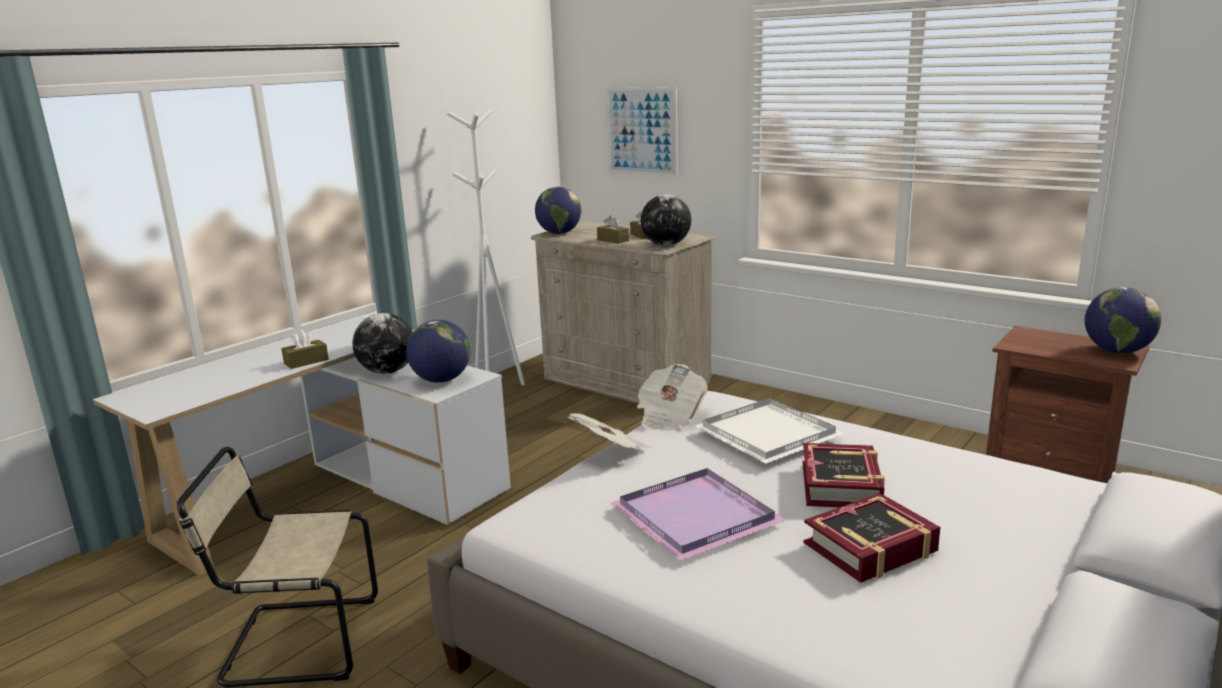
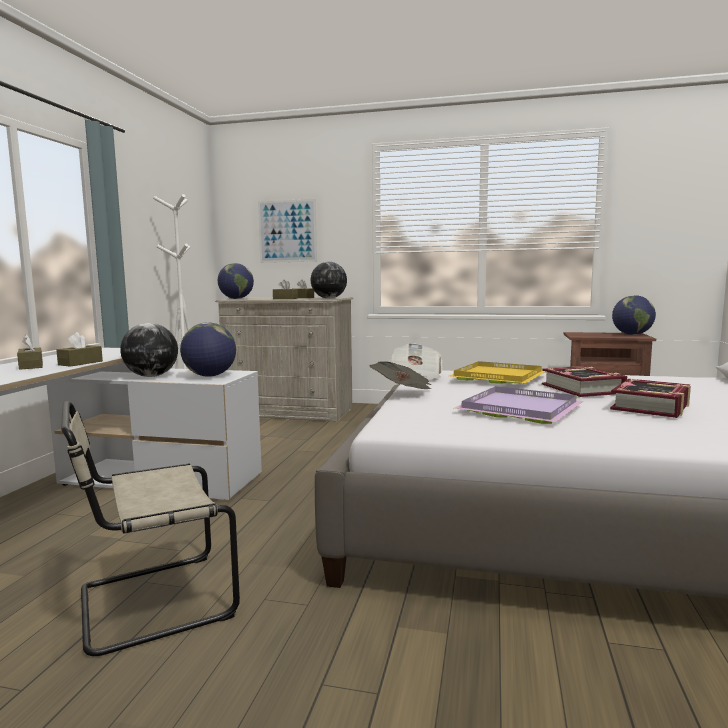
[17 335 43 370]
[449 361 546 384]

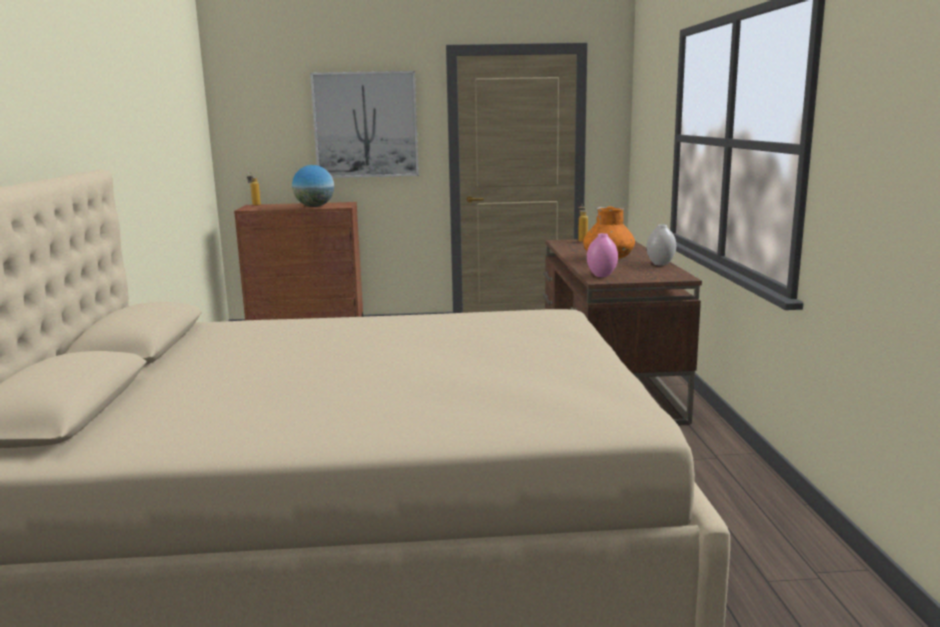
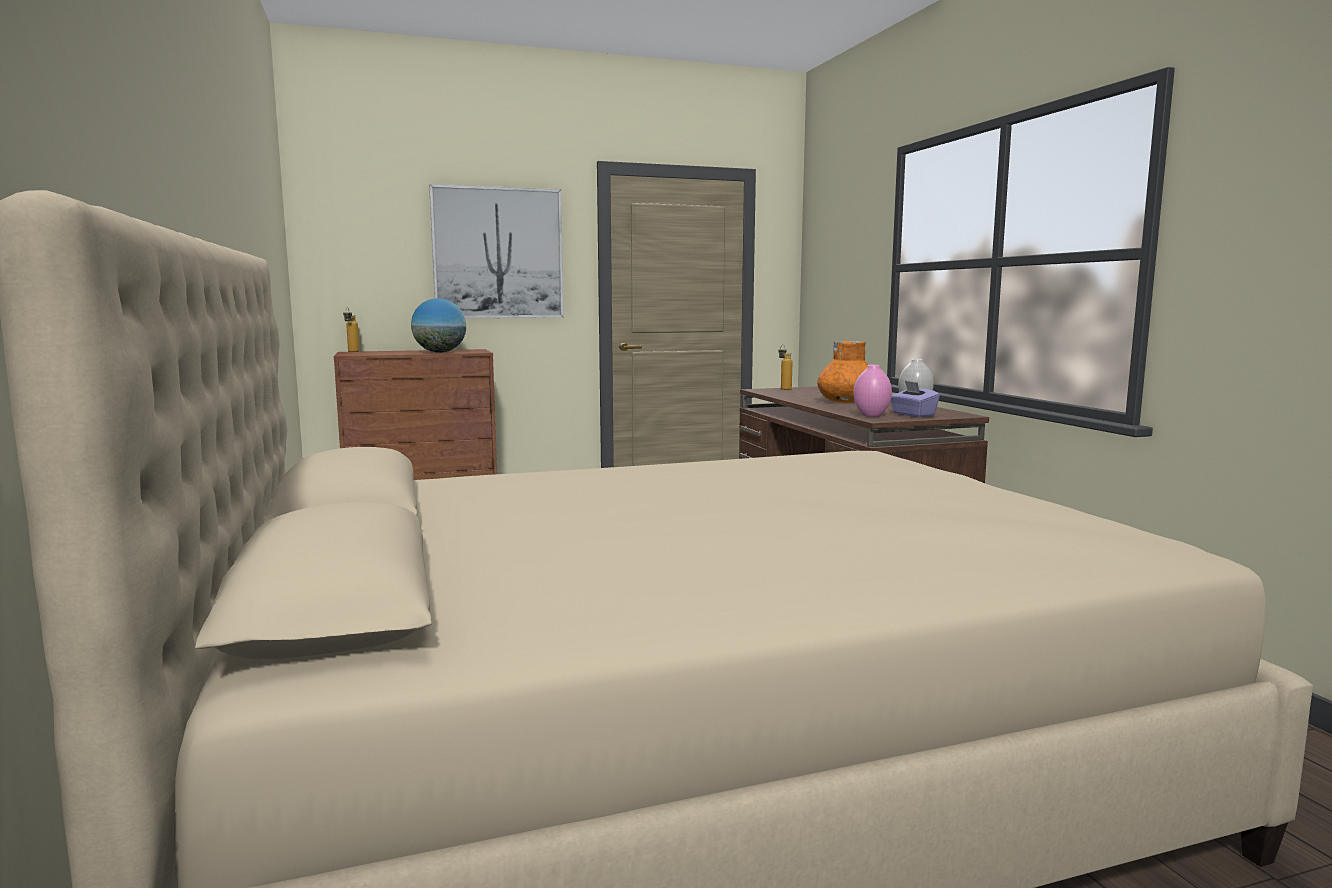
[891 381 940 417]

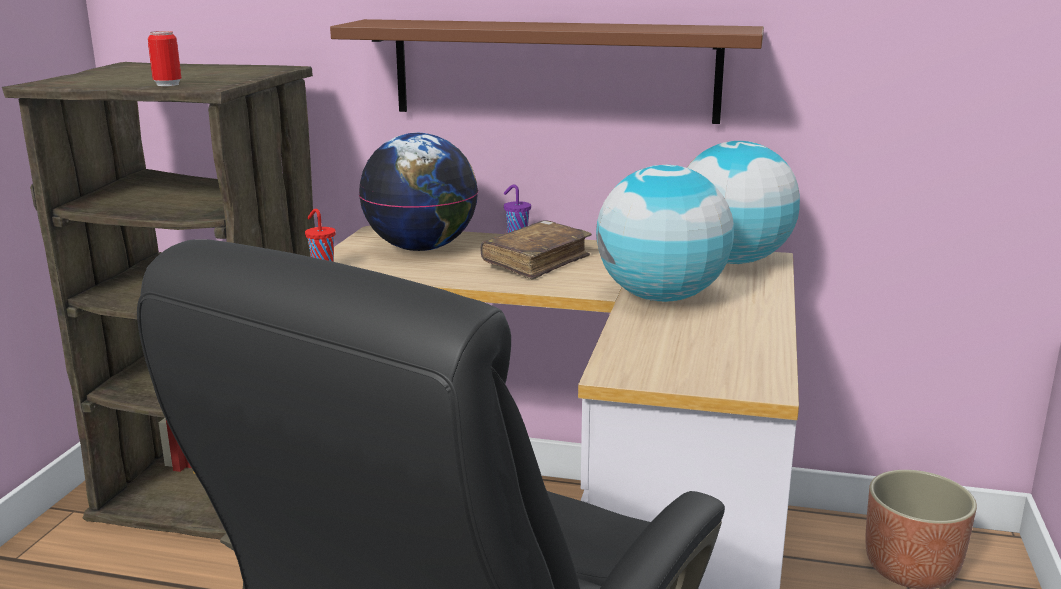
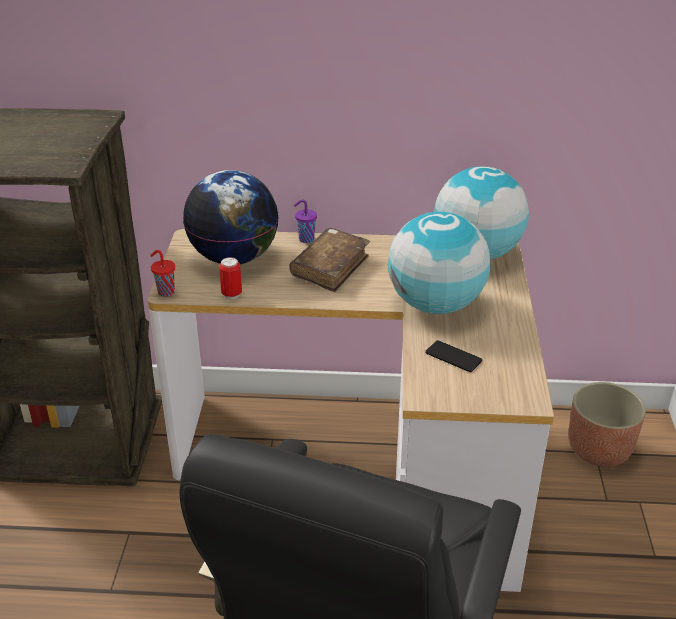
[330 19 764 124] (first image)
[425 340 482 372]
[219 257 242 299]

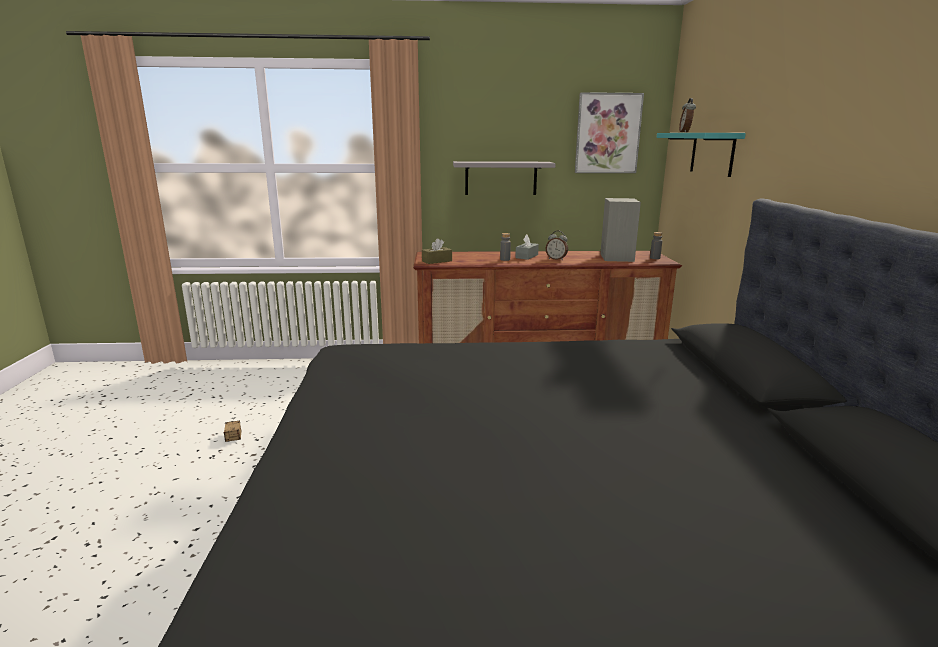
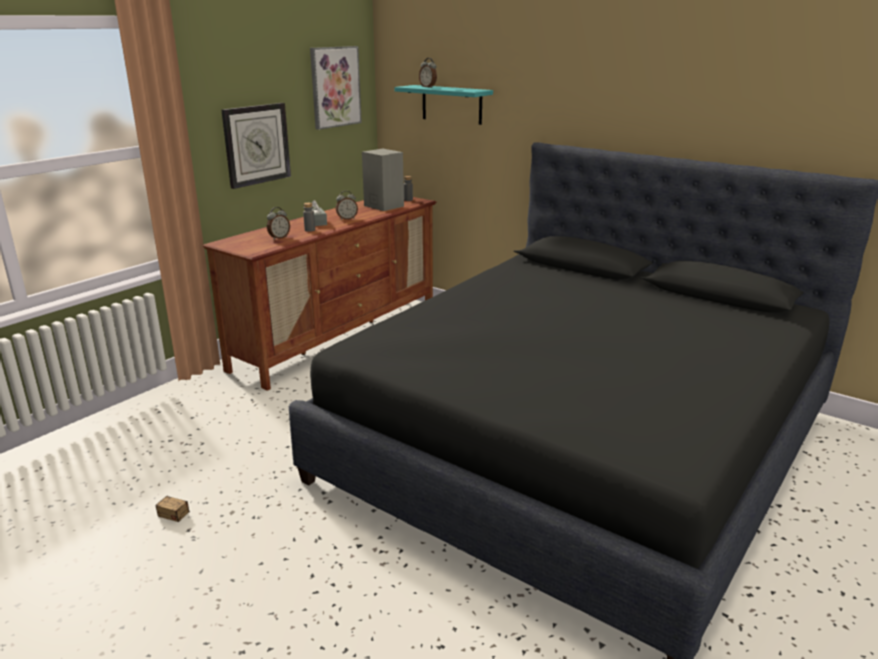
[422 238 452 264] (first image)
[267 207 290 240]
[221 103 291 189]

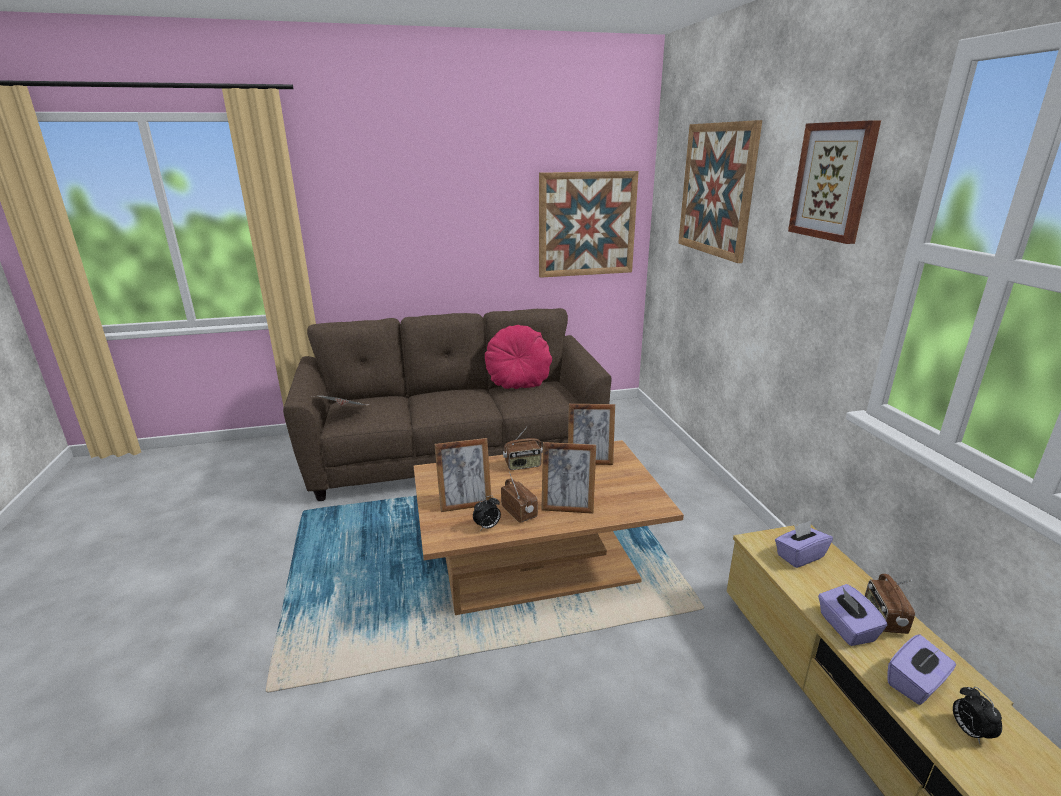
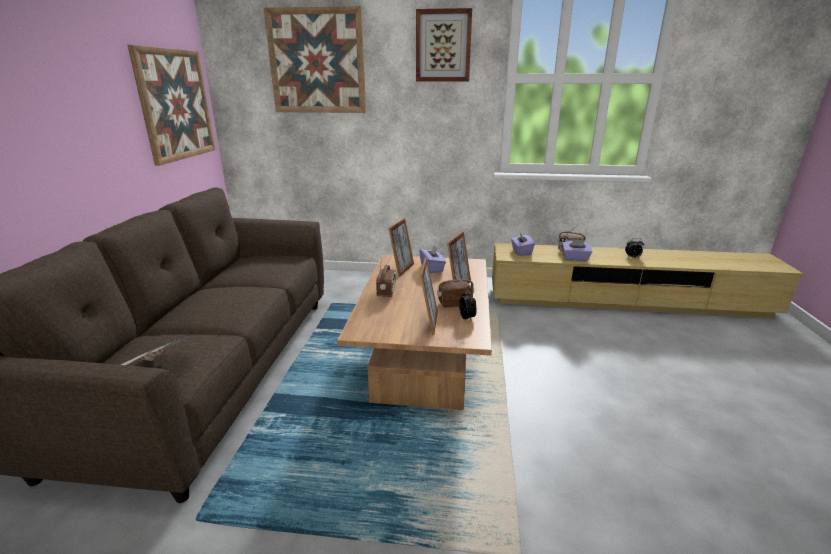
[485 325 552 389] (first image)
[419 245 446 274]

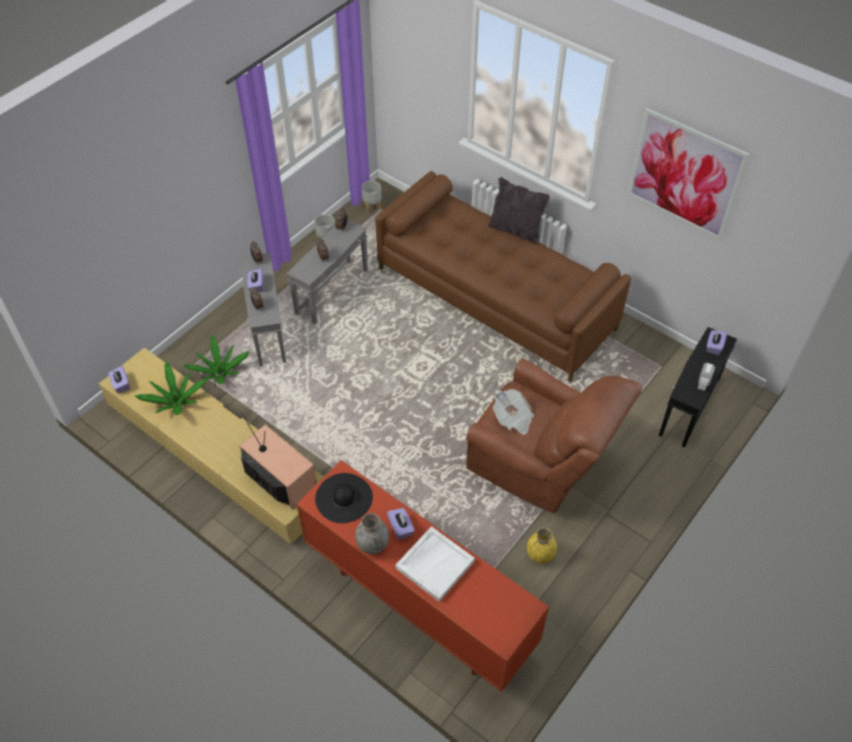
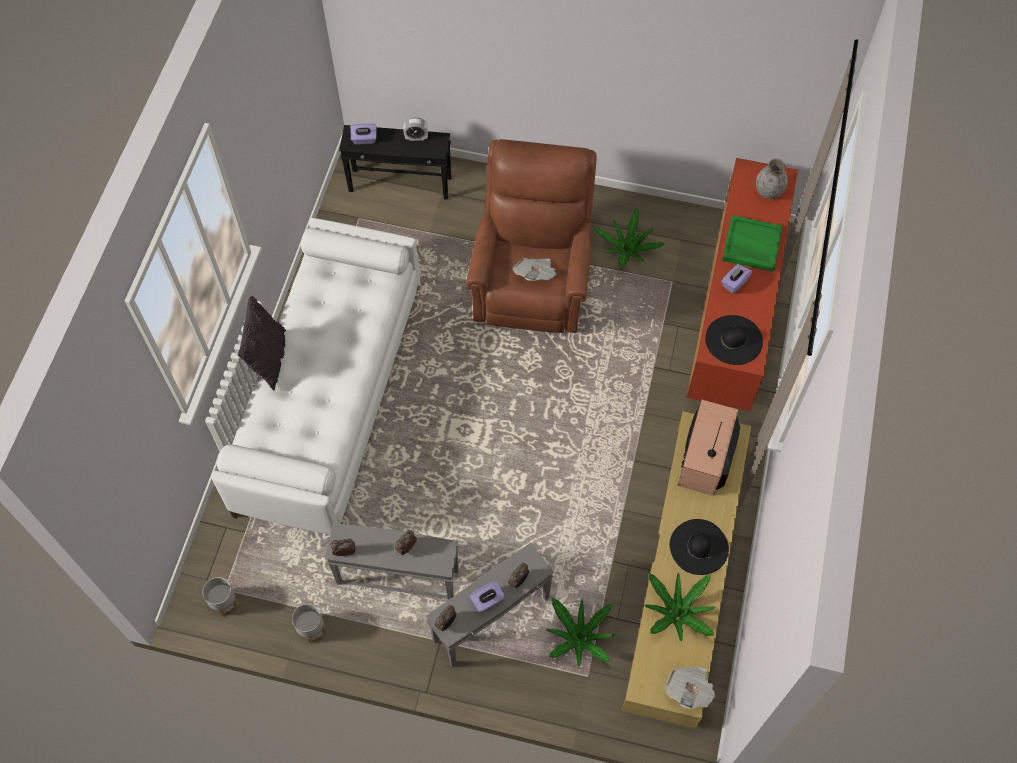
[627 108 750 240] (first image)
[670 519 729 575]
[756 159 788 199]
[665 666 716 709]
[595 207 664 265]
[212 218 420 535]
[722 215 783 272]

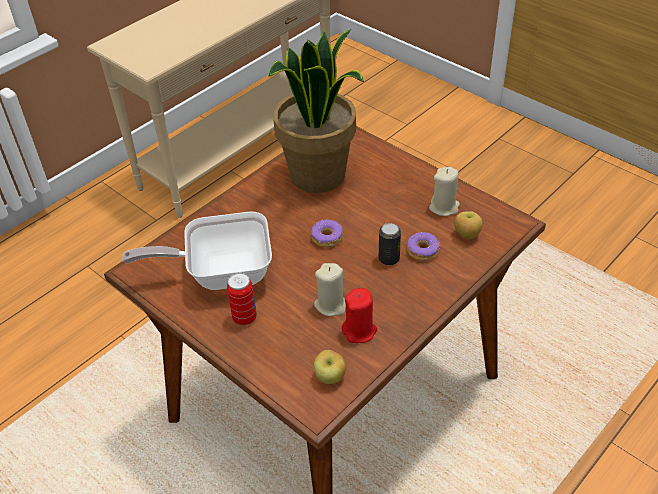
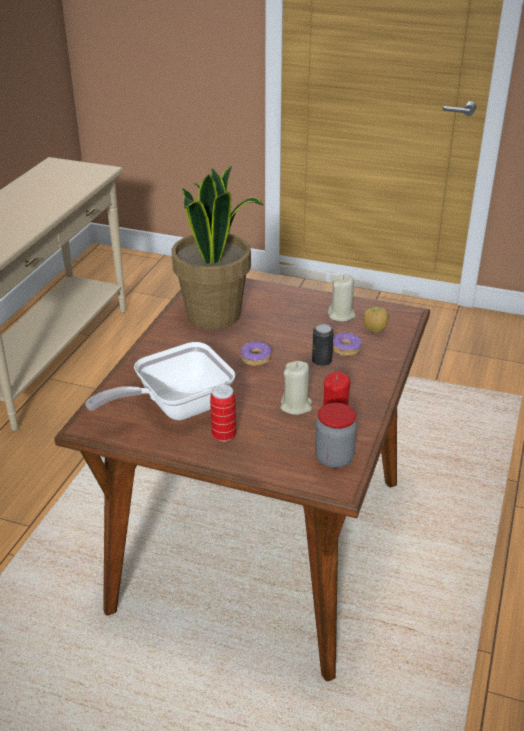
[315 403 357 468]

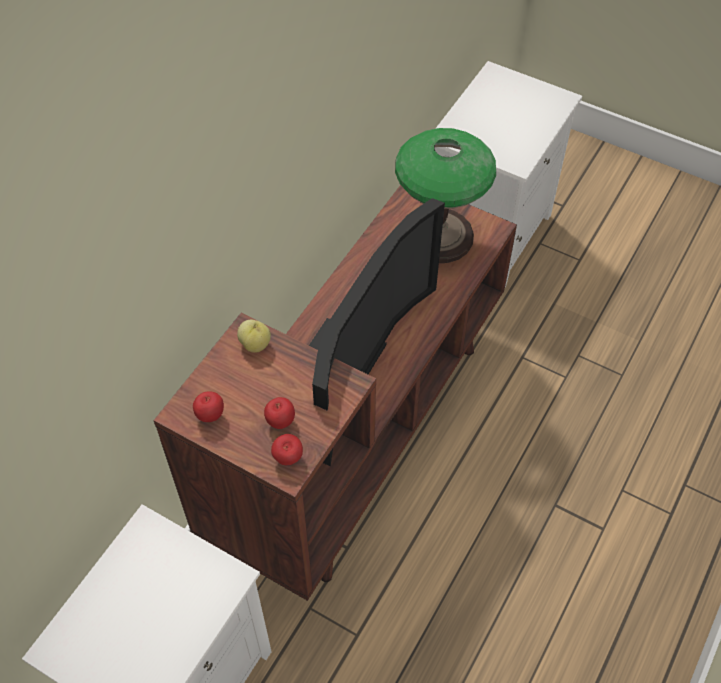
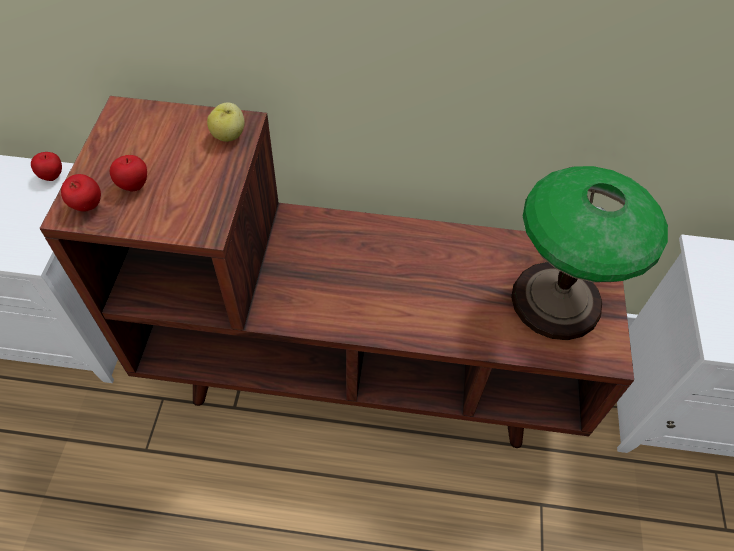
[309 198 445 467] (first image)
[31 152 62 181]

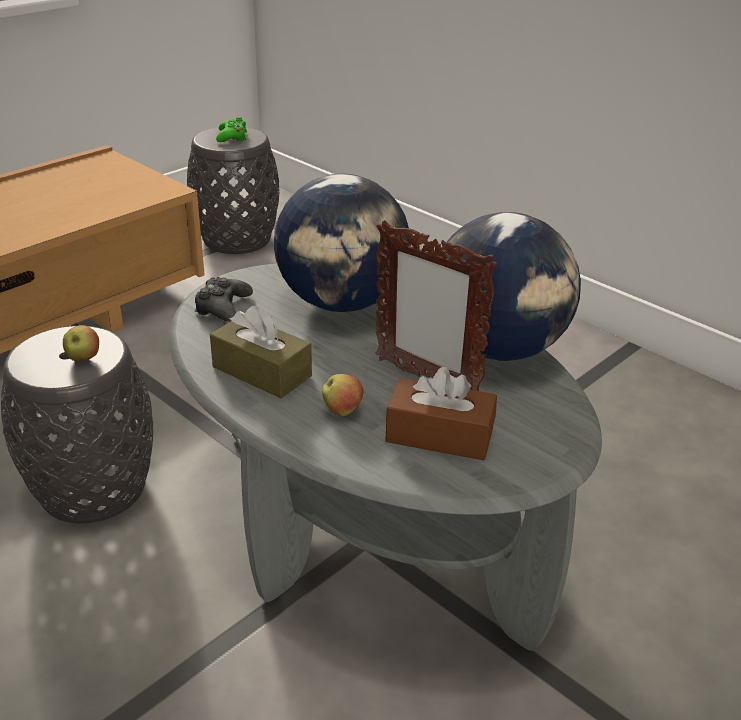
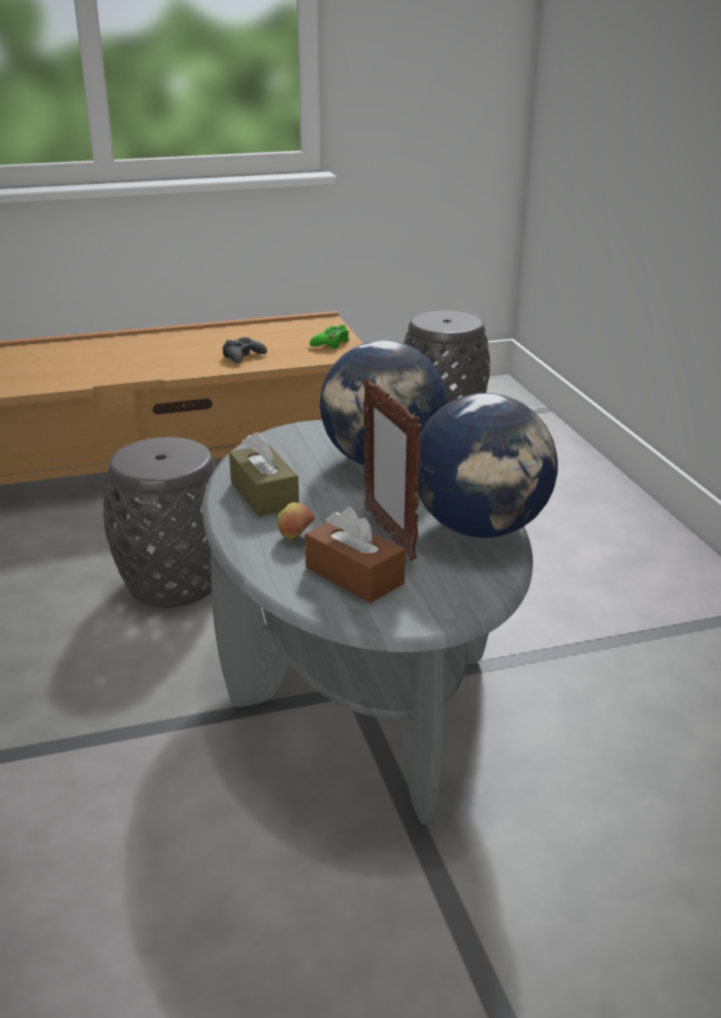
[63 325 99 361] (first image)
[223 337 267 363]
[310 324 349 349]

